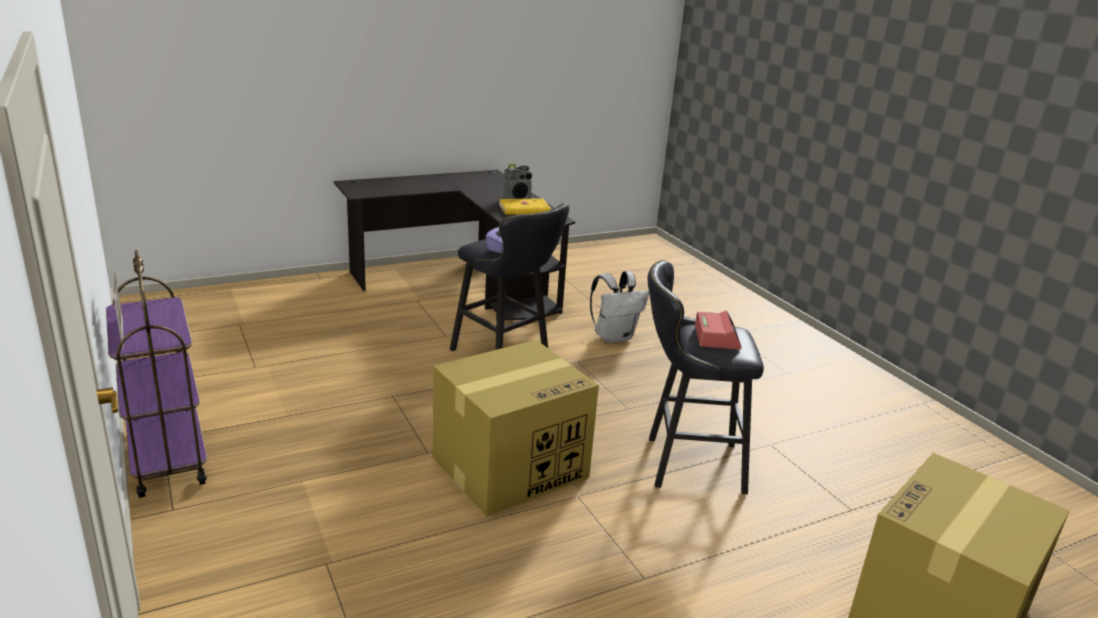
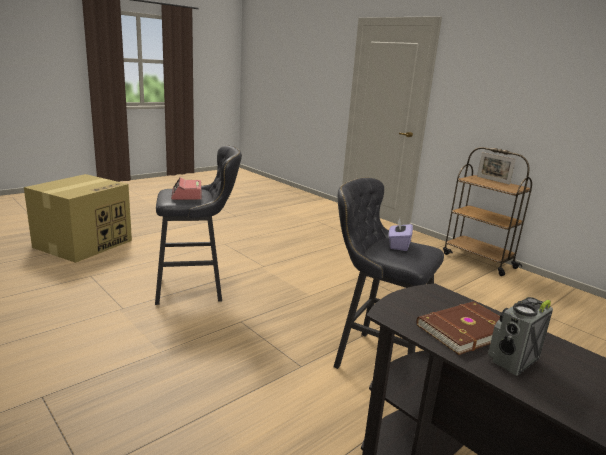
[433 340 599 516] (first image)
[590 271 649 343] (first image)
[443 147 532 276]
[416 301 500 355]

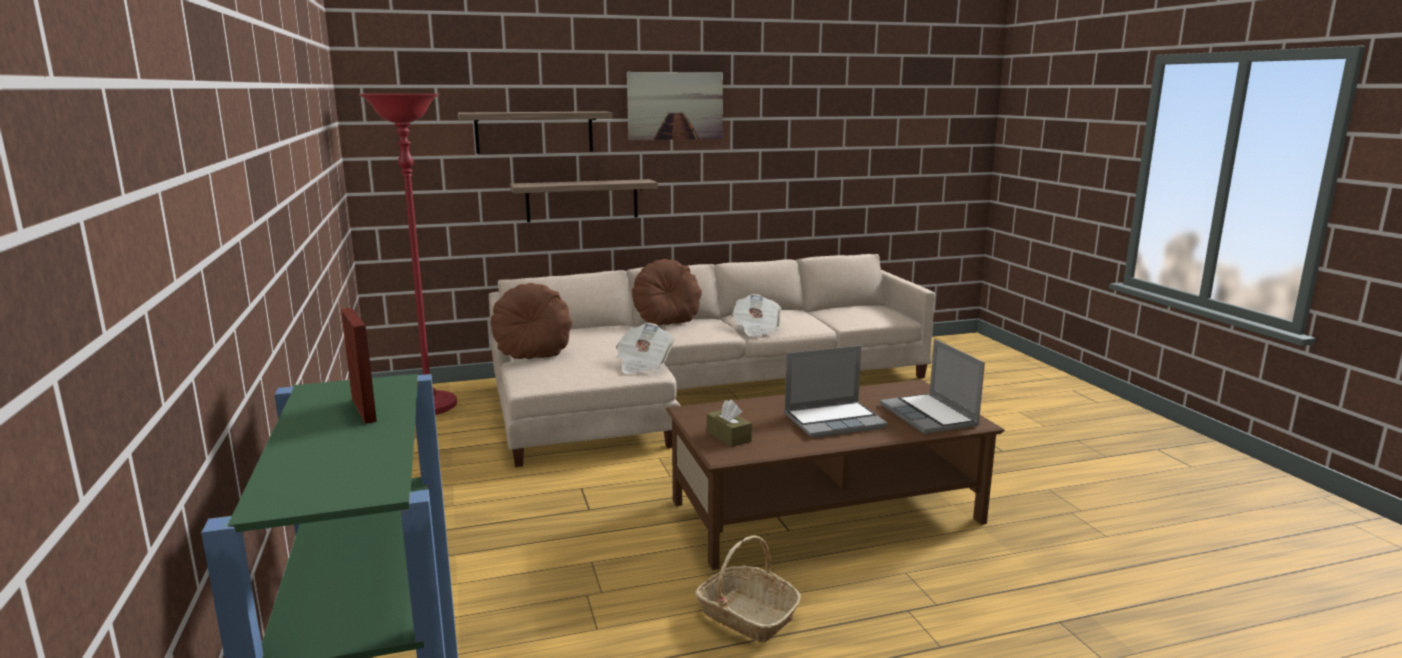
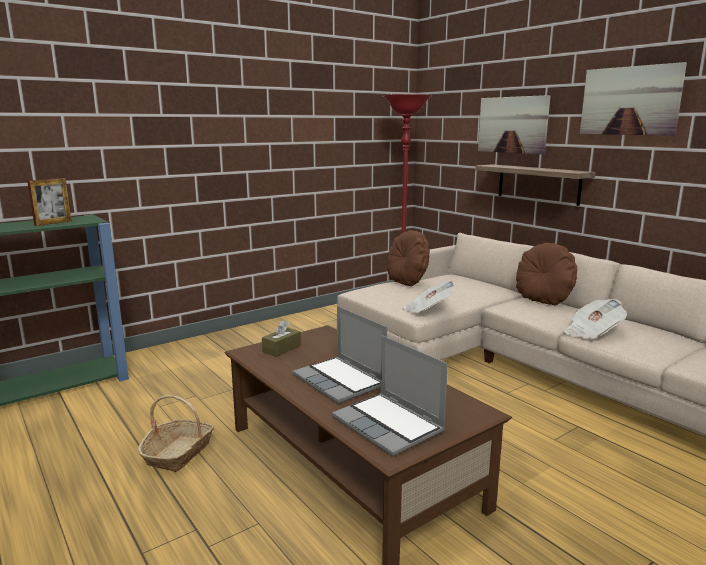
[478 95 551 155]
[332 335 448 456]

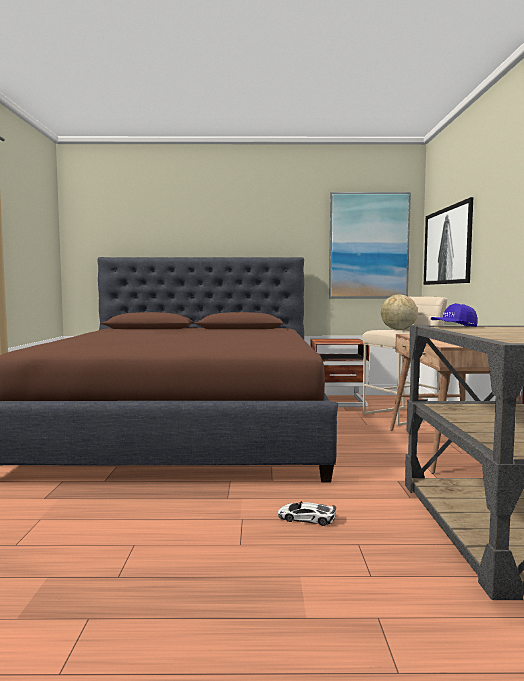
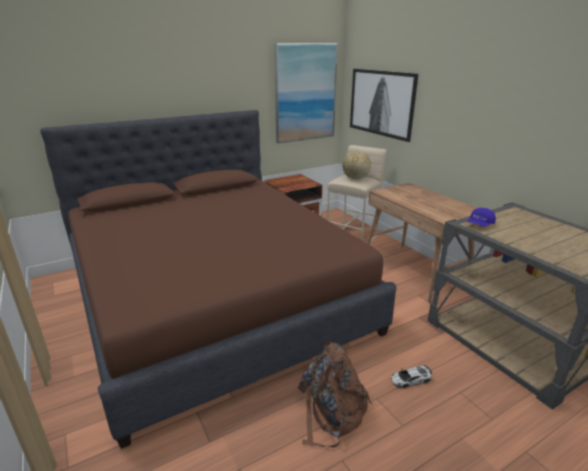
[298 341 373 447]

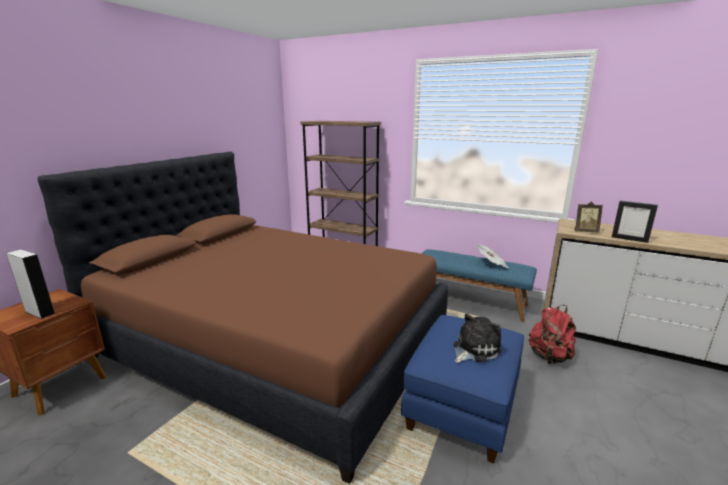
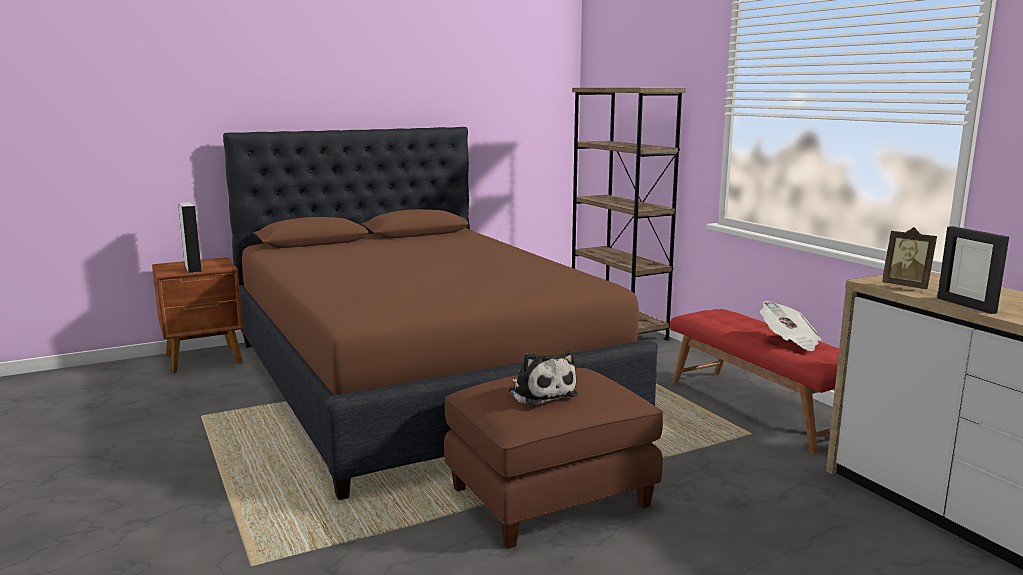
[529 305 576 364] (first image)
[444 368 663 549]
[670 309 839 455]
[509 350 578 406]

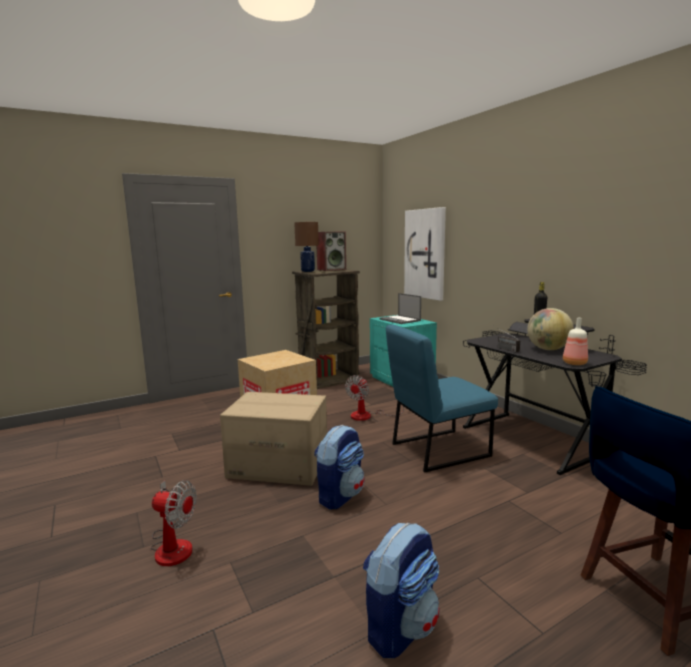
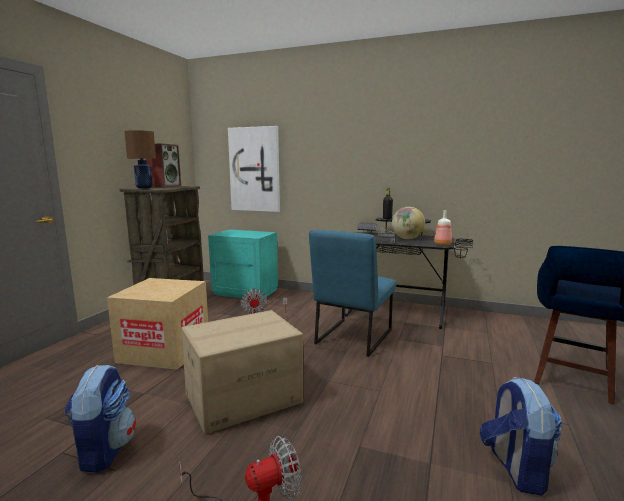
[379 293 421 324] (first image)
[64 365 136 473]

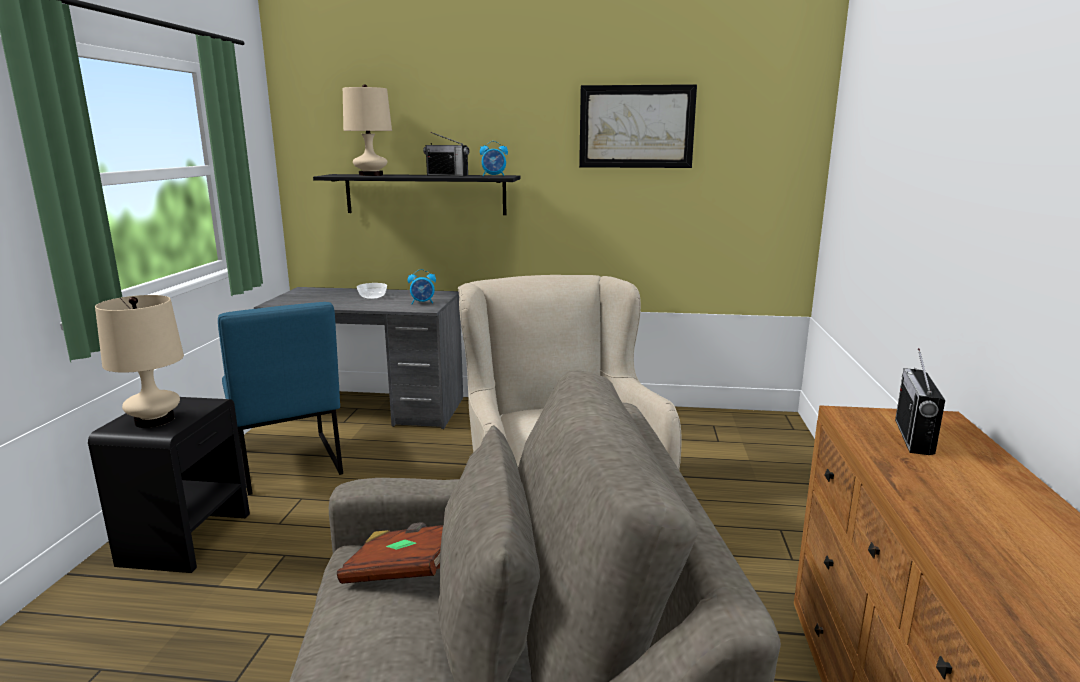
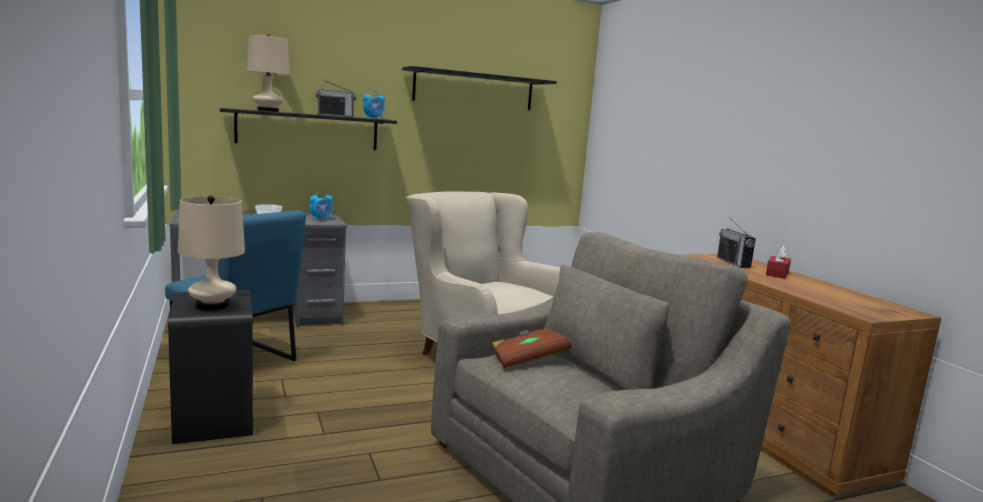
[766 246 791 279]
[402 66 557 110]

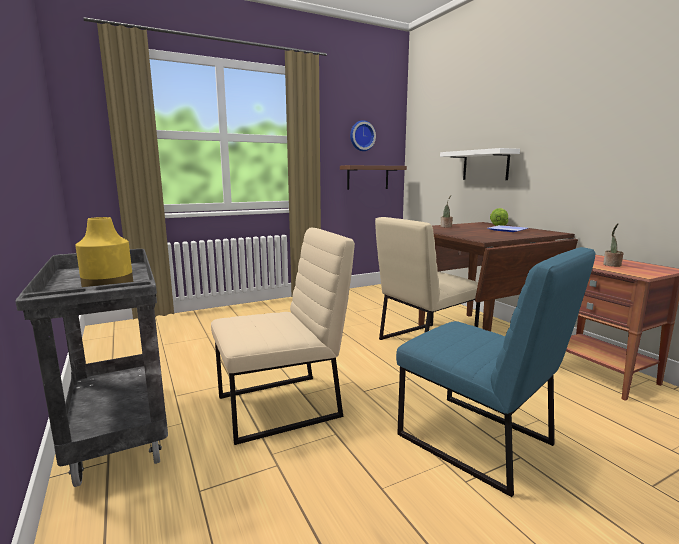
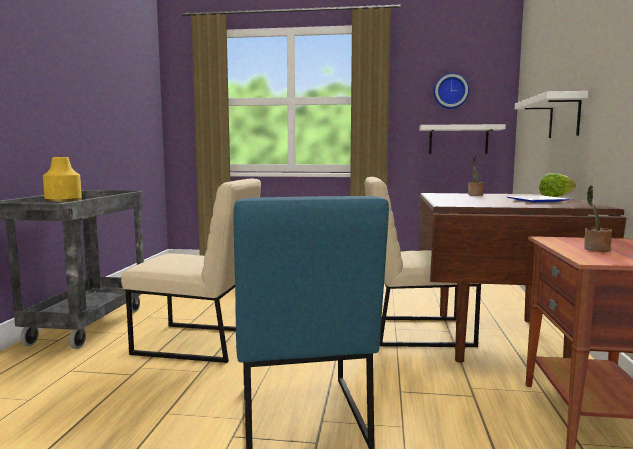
[419 124 506 154]

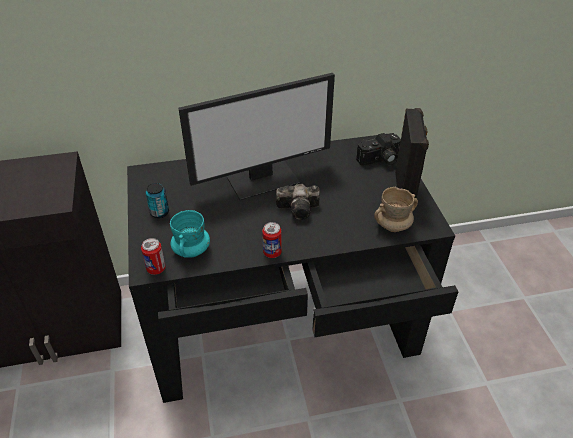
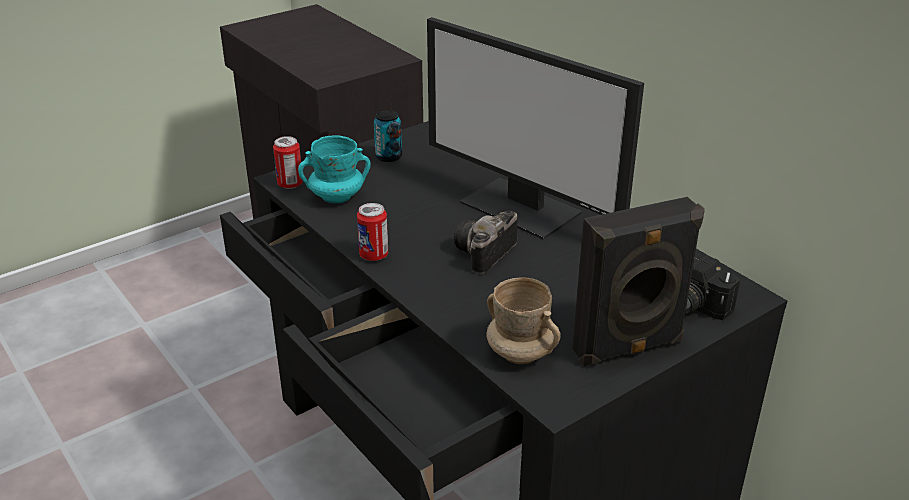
[453 211 517 274]

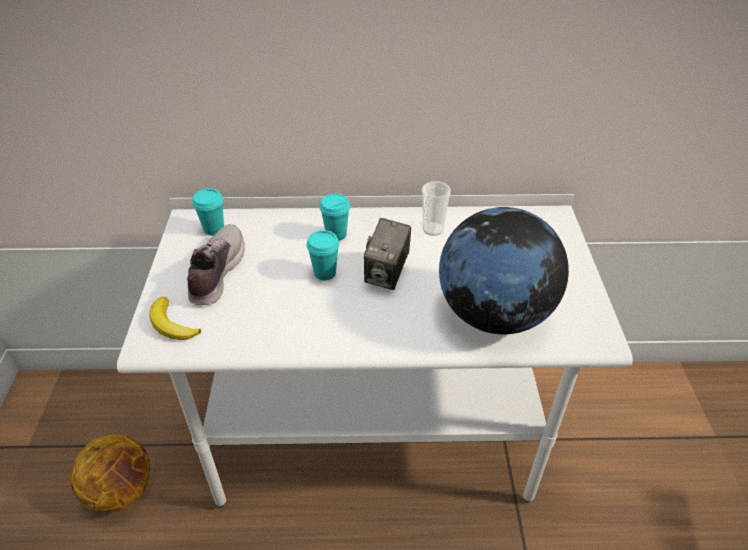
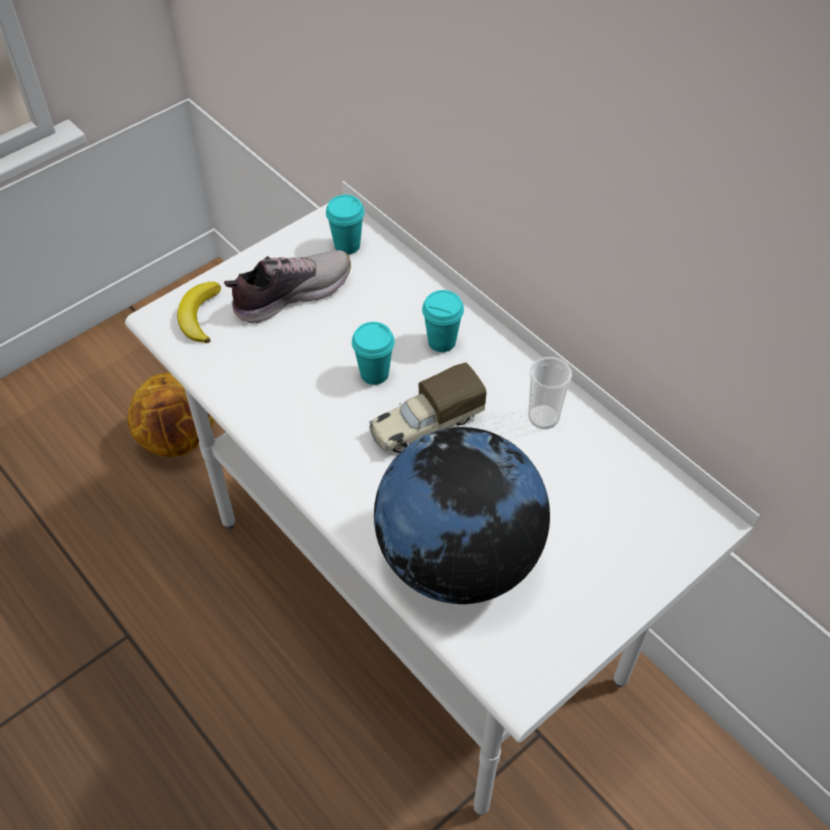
[369 362 487 454]

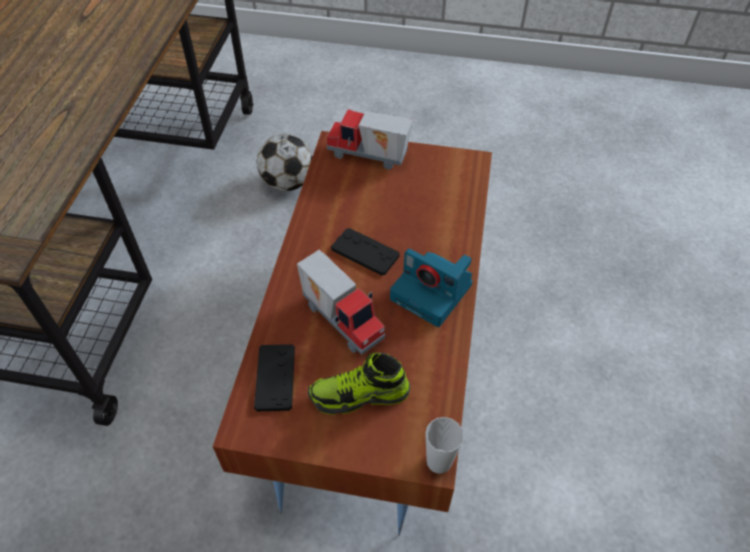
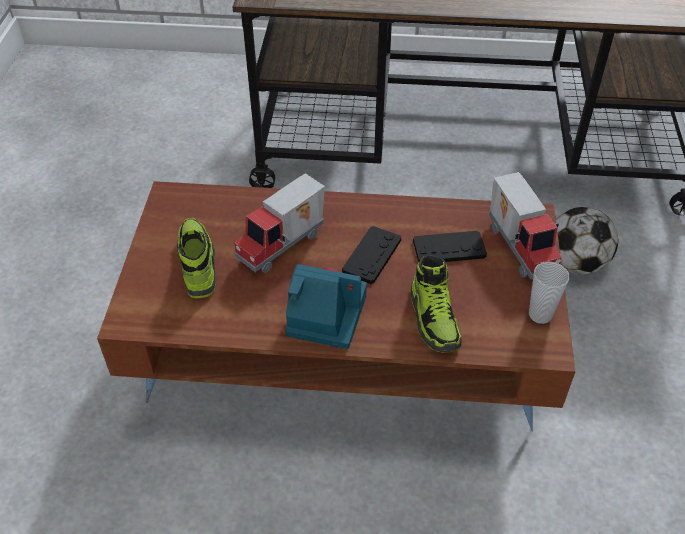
[411 255 462 353]
[413 231 487 263]
[529 261 569 324]
[489 172 562 279]
[285 264 367 349]

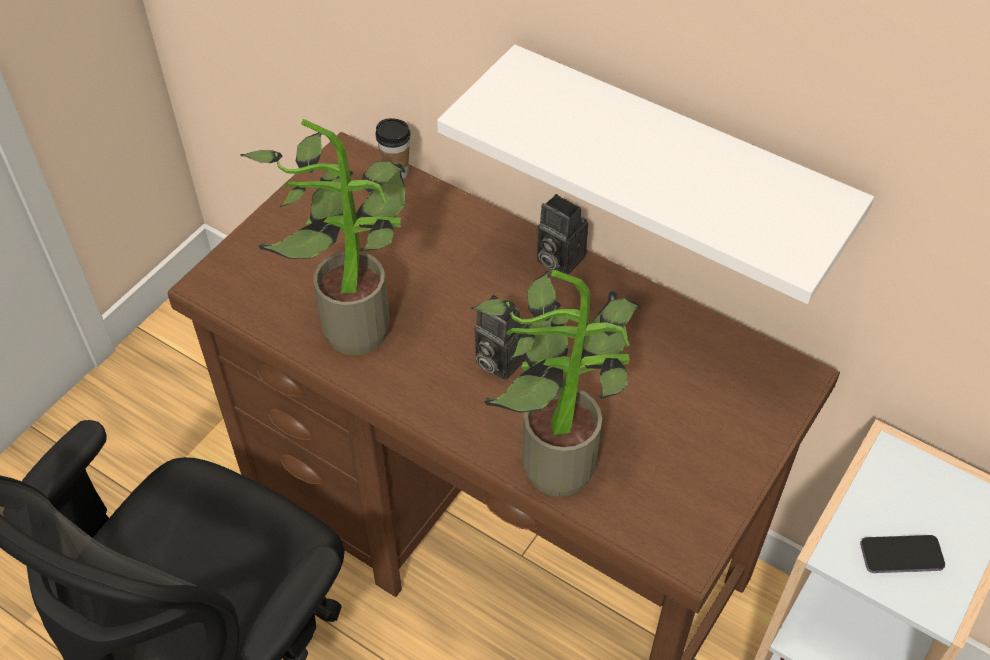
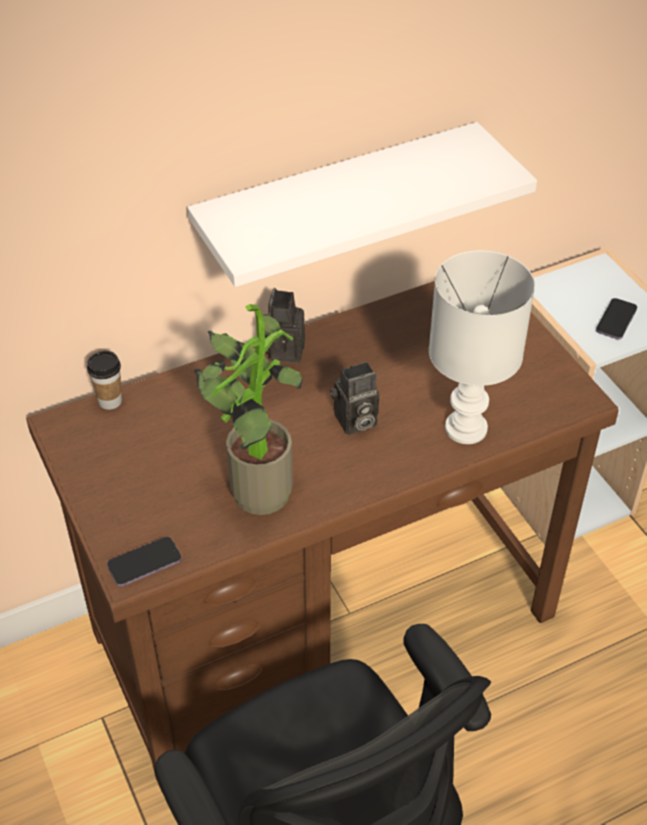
[107 537 182 587]
[429 250 535 444]
[265 288 305 363]

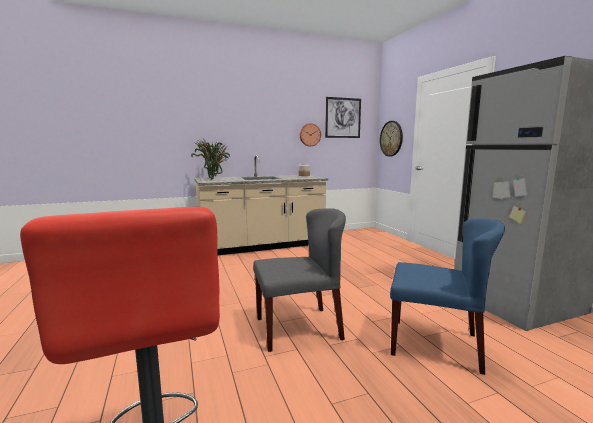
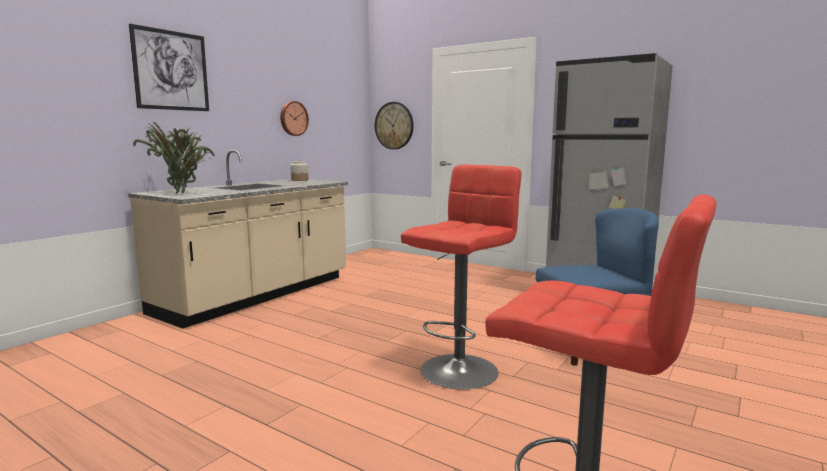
[129 24 209 111]
[401 165 521 390]

